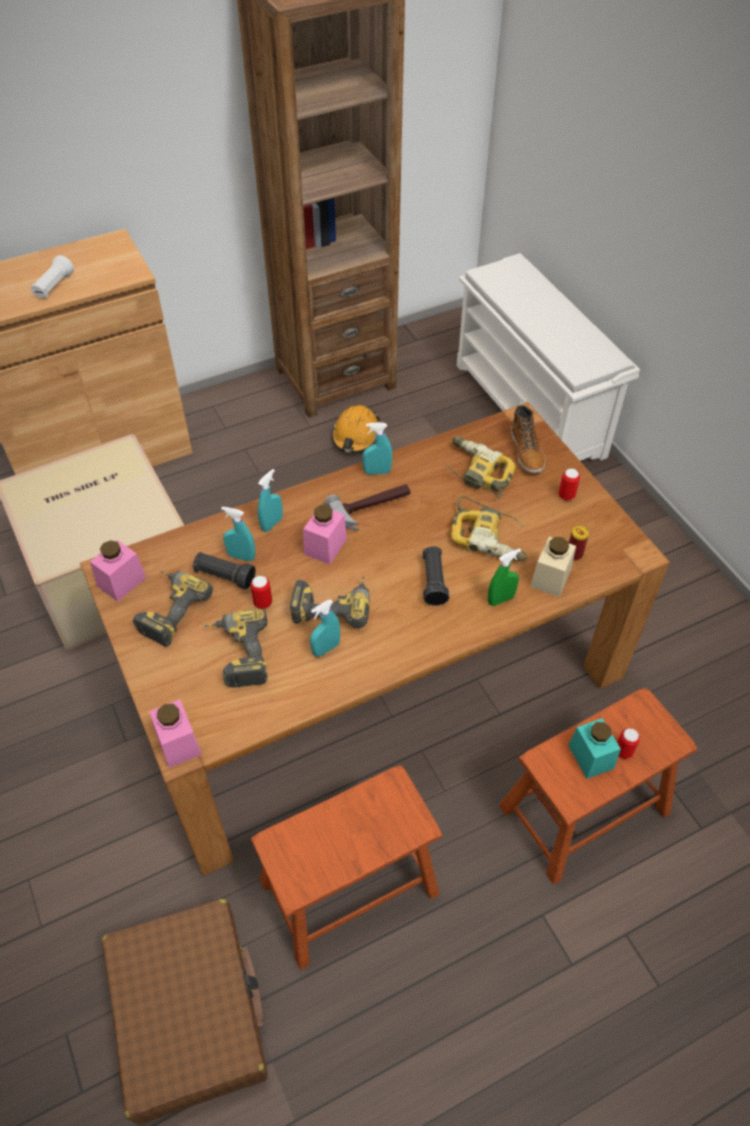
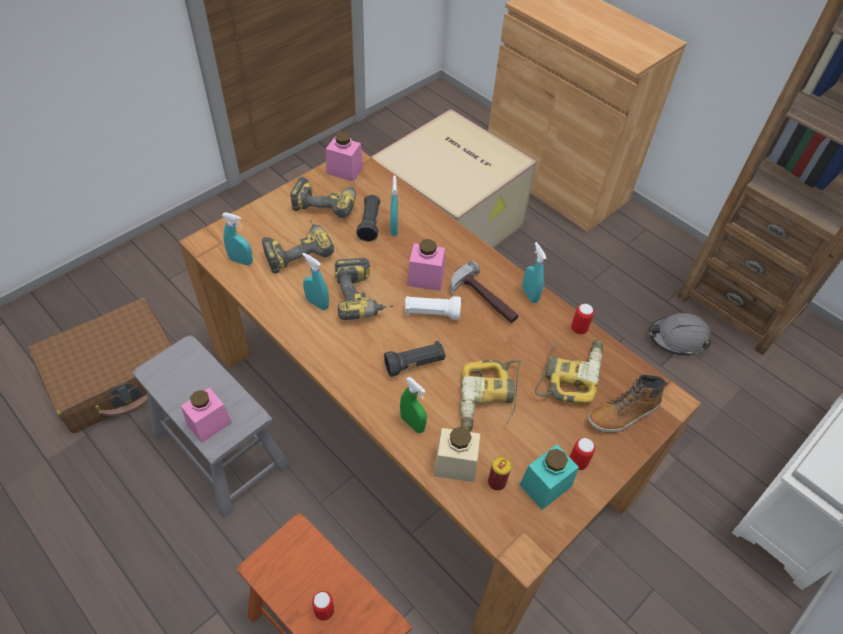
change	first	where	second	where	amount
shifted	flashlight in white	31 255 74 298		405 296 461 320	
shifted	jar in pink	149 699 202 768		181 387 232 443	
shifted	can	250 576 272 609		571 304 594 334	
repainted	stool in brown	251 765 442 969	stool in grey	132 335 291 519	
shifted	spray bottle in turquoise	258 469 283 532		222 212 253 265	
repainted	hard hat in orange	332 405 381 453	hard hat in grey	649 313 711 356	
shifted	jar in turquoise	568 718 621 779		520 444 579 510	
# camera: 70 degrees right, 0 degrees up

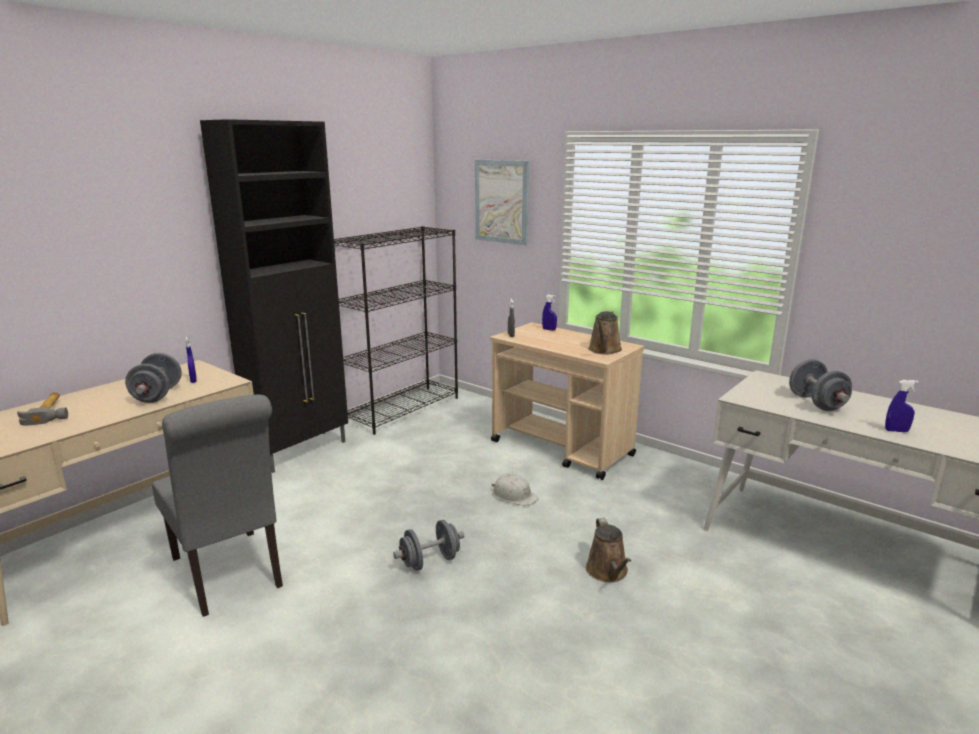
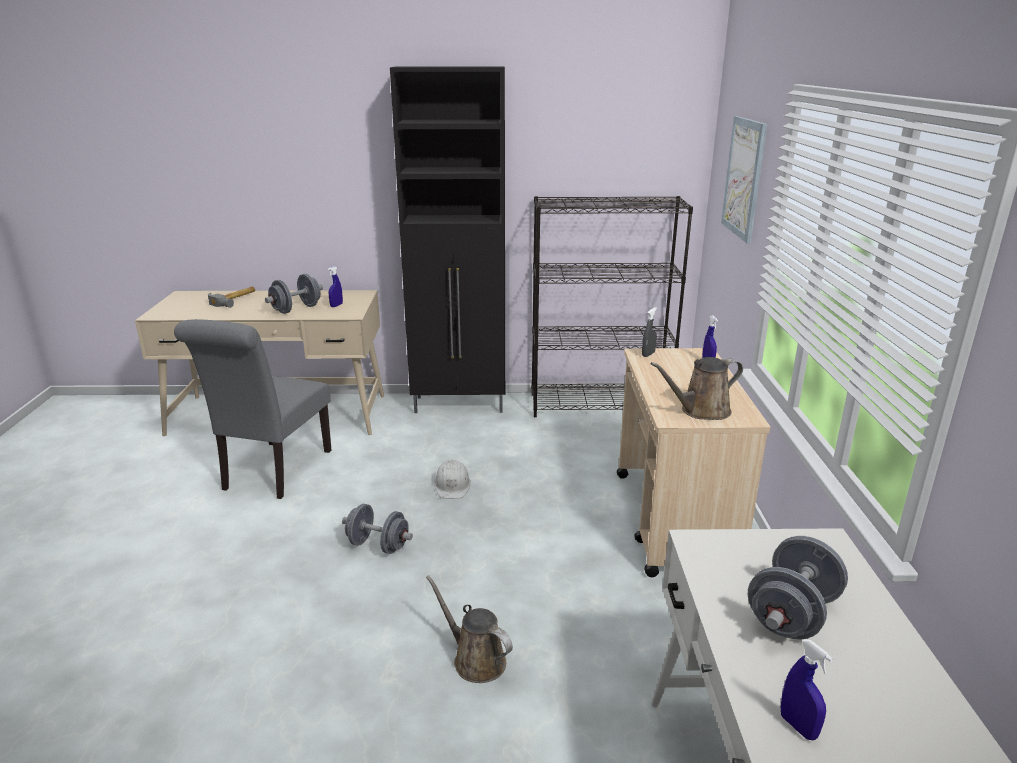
change	first	where	second	where	amount
shifted	hard hat in white	491 473 539 506		434 460 471 499	
rotated	watering can in brown	586 518 632 582		426 575 513 683	90 degrees clockwise
# camera: 50 degrees right, 5 degrees up

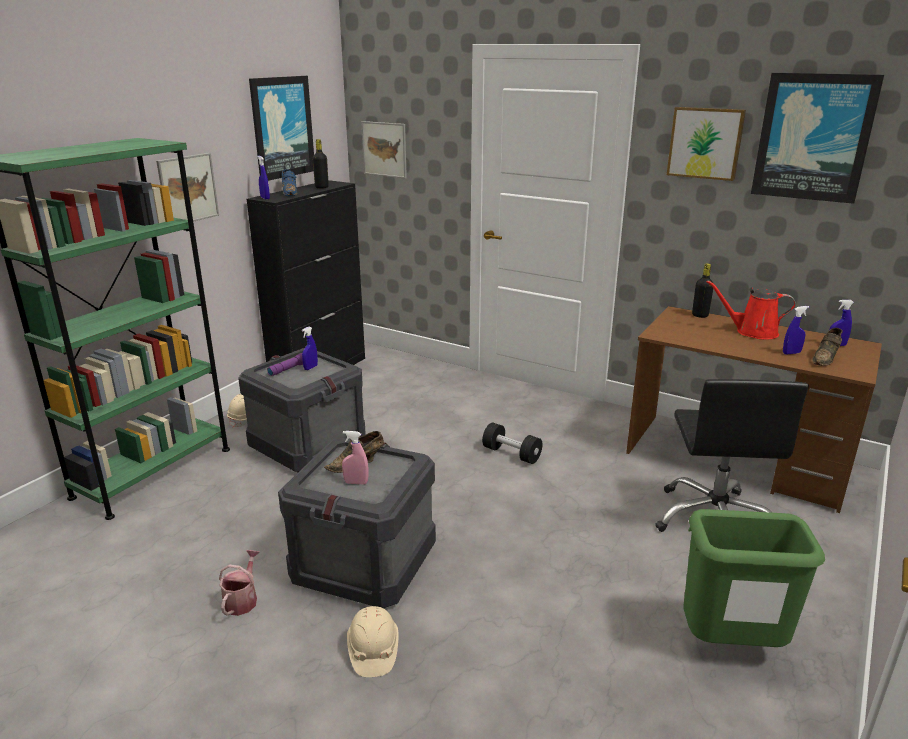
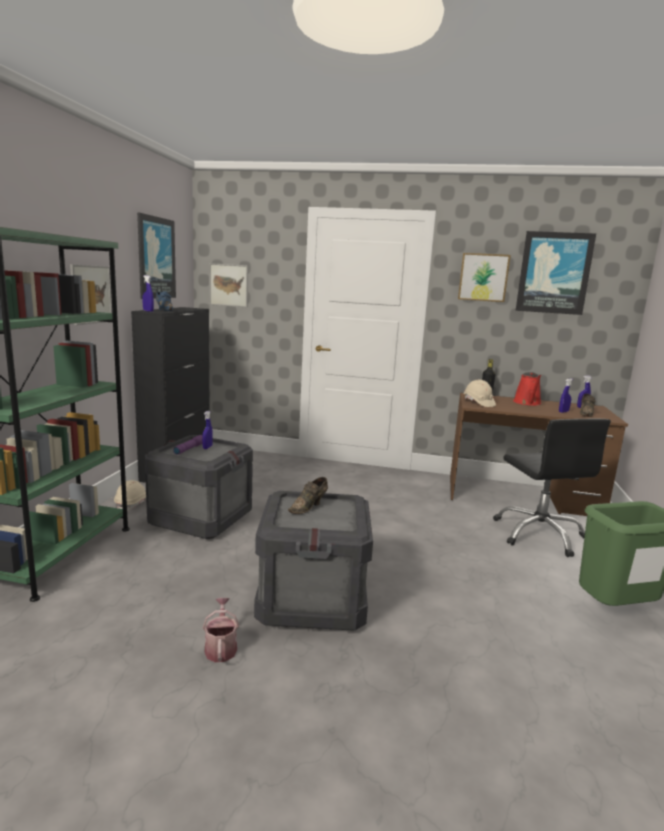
change	first	where	second	where	amount
gone	bottle in black	312 139 329 189			
gone	spray bottle in pink	342 431 369 484			
shifted	hard hat in beige	347 606 399 677		464 380 496 407	
gone	dumbbell in black	482 423 542 464			
rotated	watering can in red	707 280 796 340		513 372 541 406	75 degrees counterclockwise
# camera: 20 degrees left, 10 degrees down

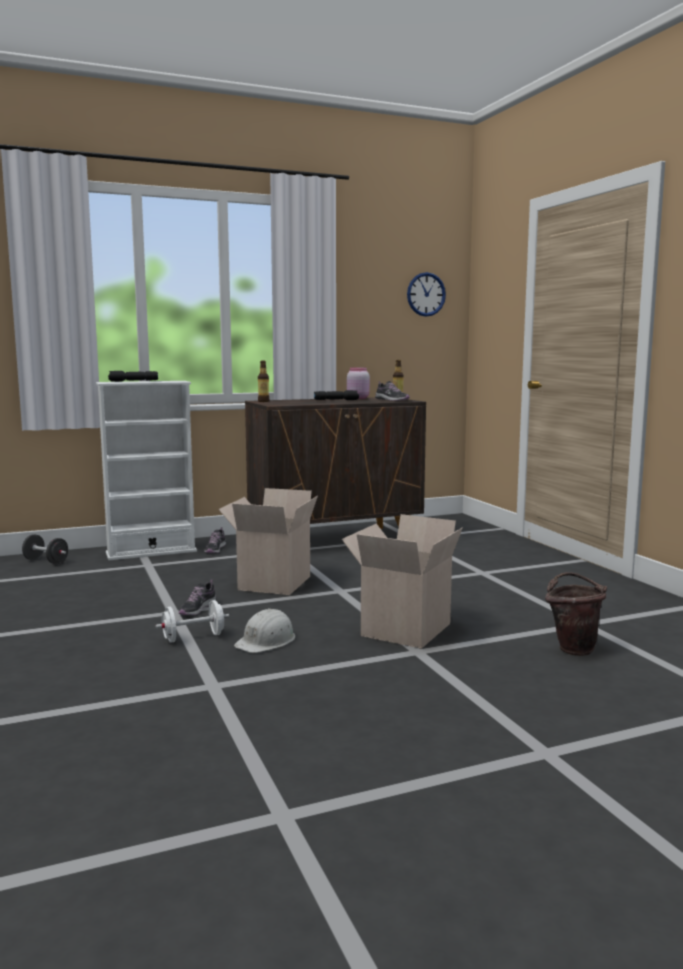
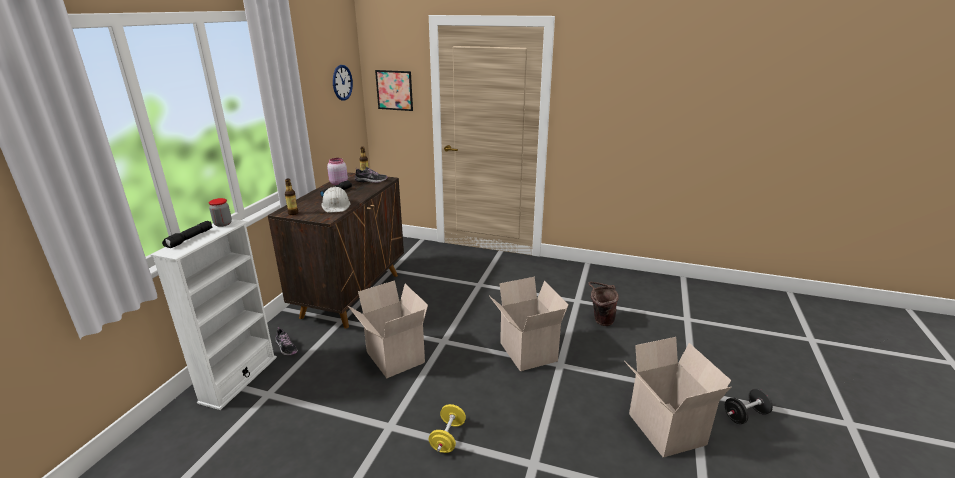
change	first	where	second	where	amount
shifted	dumbbell in black	22 534 68 564		725 388 773 424	
repainted	dumbbell in white	155 600 229 643	dumbbell in yellow	429 404 466 453	
gone	shoe	179 579 217 615			
shifted	hard hat in white	234 608 295 653		321 187 351 213	
new			jar	209 198 232 227	
new			picture	375 70 413 111	
new			cardboard box	624 337 732 457	
# camera: 50 degrees left, 15 degrees up

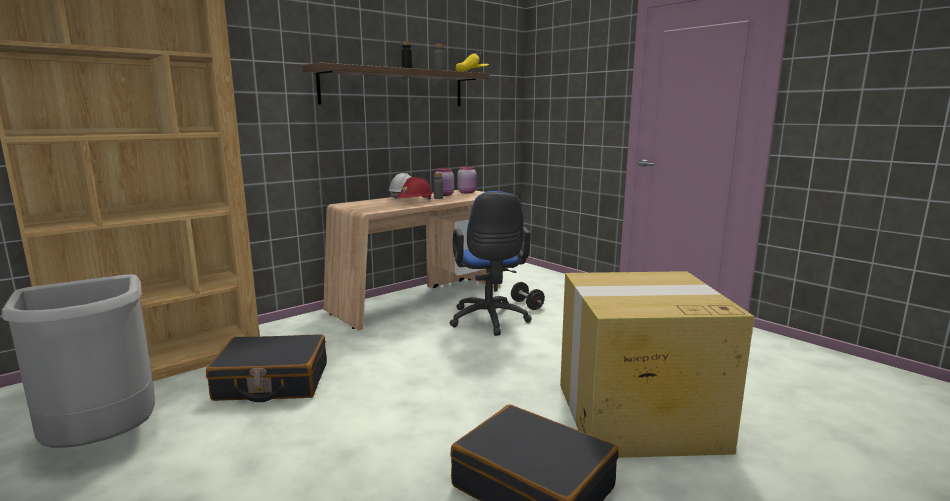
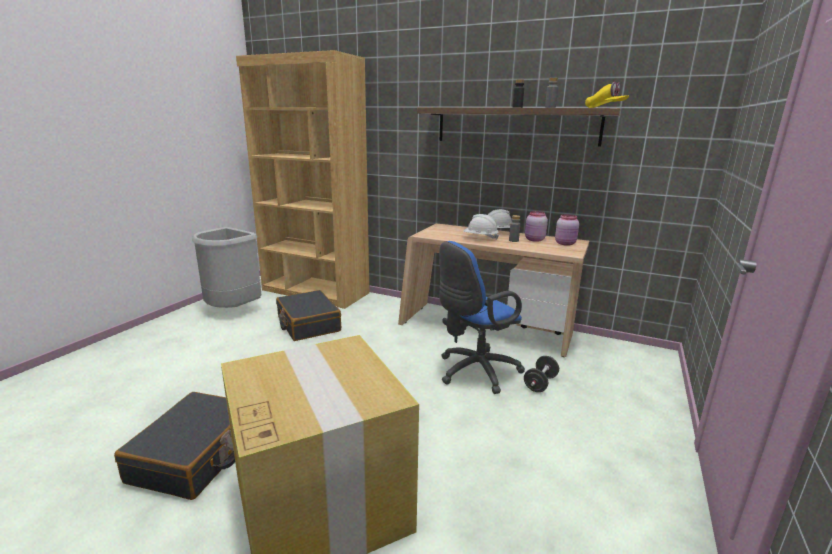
change	first	where	second	where	amount
repainted	hard hat in red	397 177 433 201	hard hat in white	463 214 499 240	
# camera: 65 degrees right, 5 degrees up

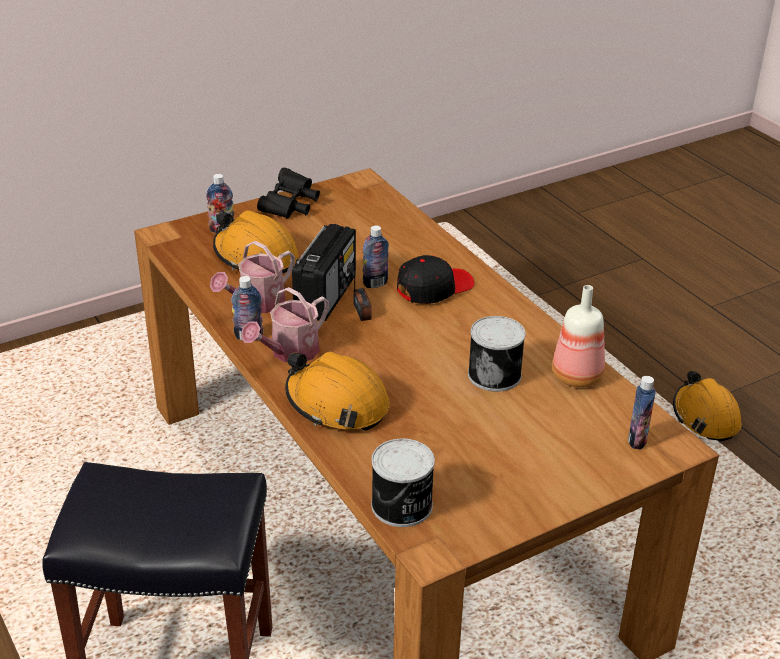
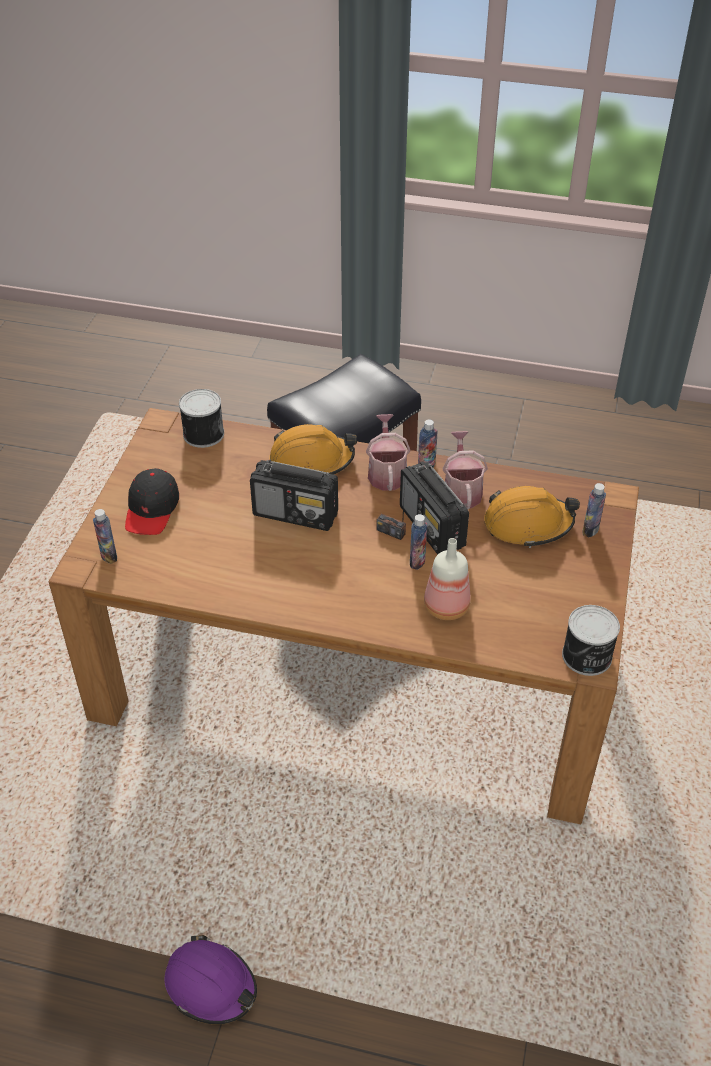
change	first	where	second	where	amount
gone	binoculars in black	257 168 320 219			
shifted	cap in black	397 255 474 304		125 468 179 535	
shifted	can	468 316 526 392		562 605 620 676	
shifted	bottle	552 285 605 387		424 538 471 620	
repainted	hard hat in orange	673 371 742 441	hard hat in purple	165 935 257 1024	
new			radio	250 460 338 531	
# camera: 135 degrees right, 10 degrees up

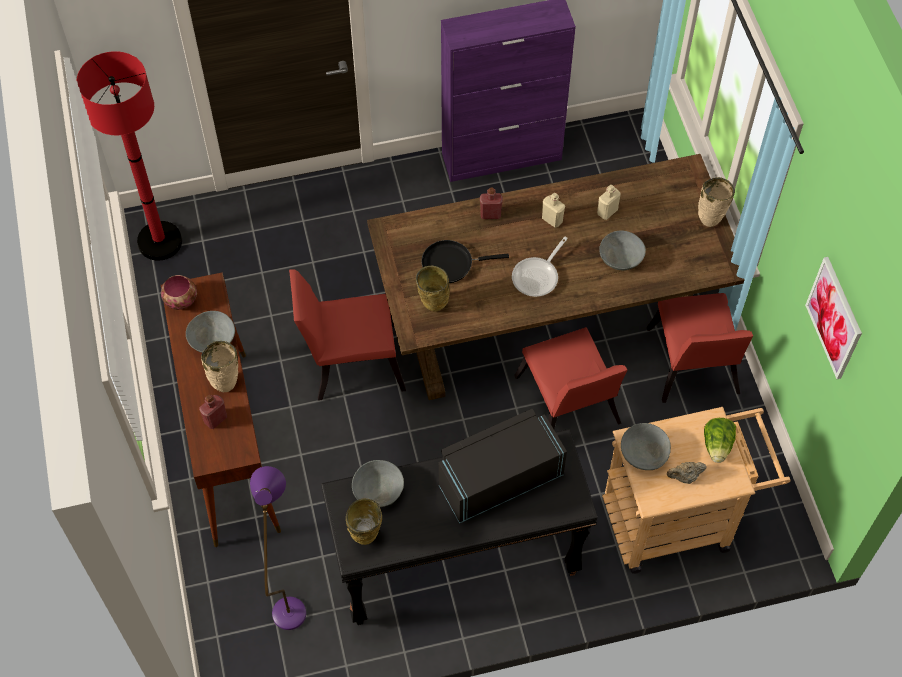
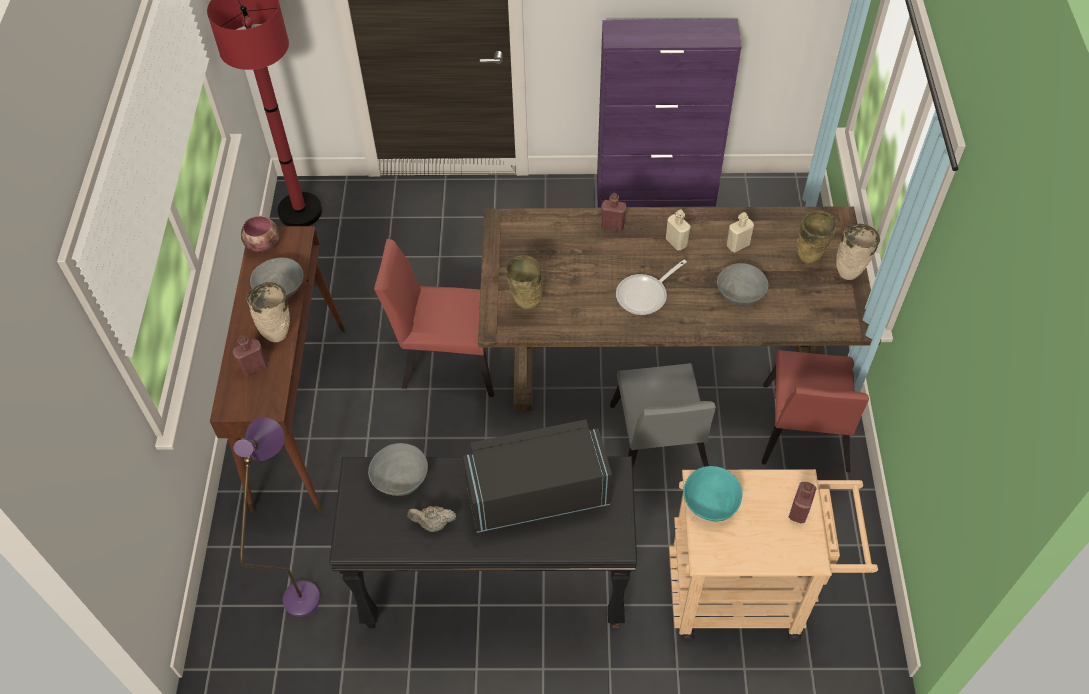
change	first	where	second	where	amount
shifted	vase in beige	346 498 382 545		797 210 836 264	
gone	frying pan in black	421 240 509 283			
repainted	chair in red	514 327 627 429	chair in grey	610 363 716 467	
repainted	bowl in grey	621 423 671 470	bowl in turquoise	684 466 743 522	
shifted	teapot in beige	667 462 707 484		407 506 456 532	
swapped	lettuce	704 418 736 463	bottle in red	789 482 817 523	
gone	picture	805 257 862 379			
# camera: 15 degrees right, 5 degrees down

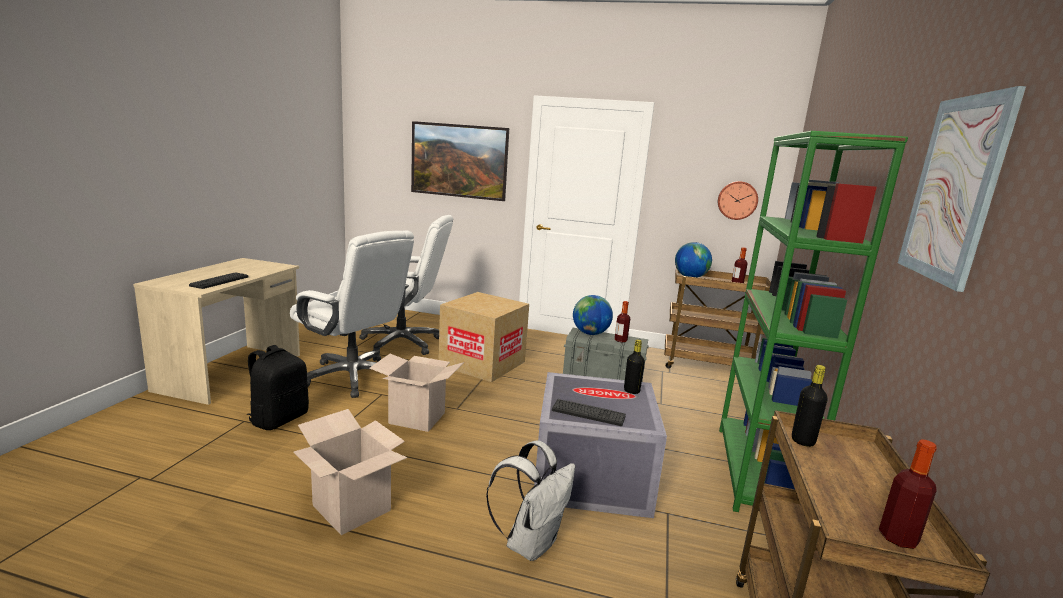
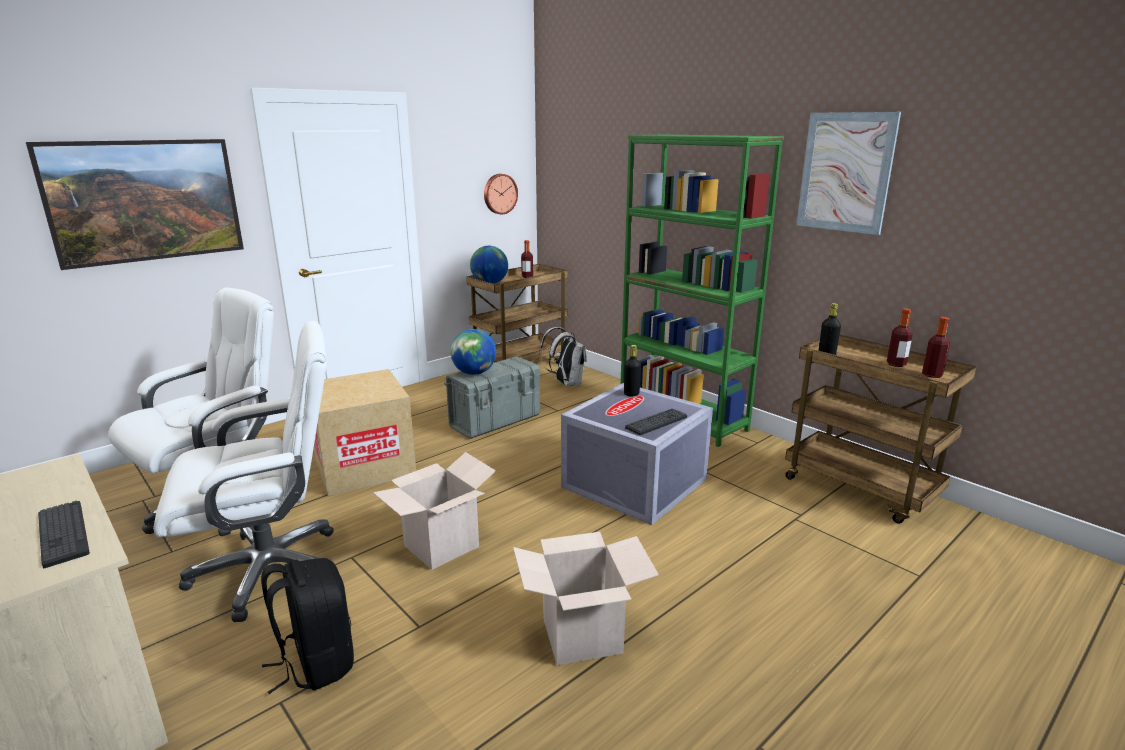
change	first	where	second	where	amount
shifted	backpack in white	486 440 575 561		540 327 587 386	
shifted	bottle	615 301 630 342		887 308 913 367	
# camera: 55 degrees left, 5 degrees up

